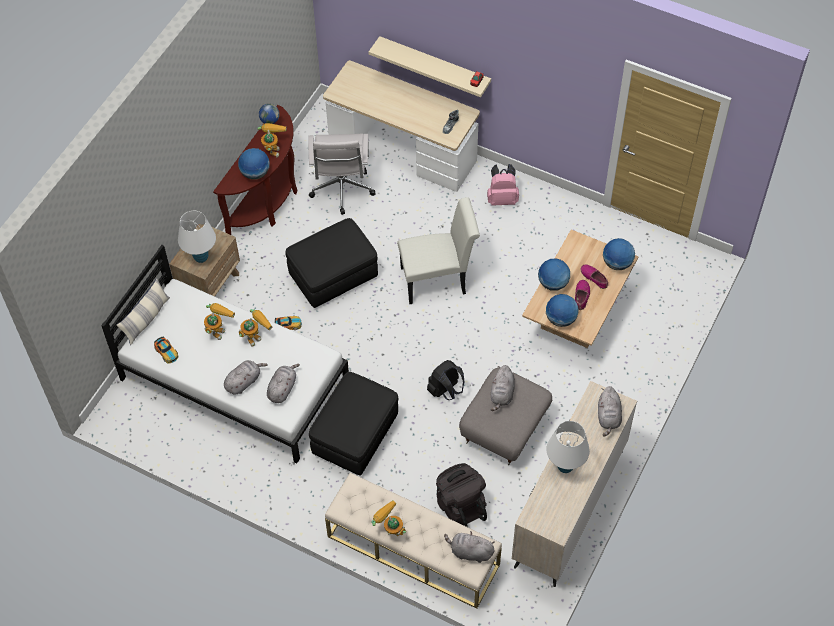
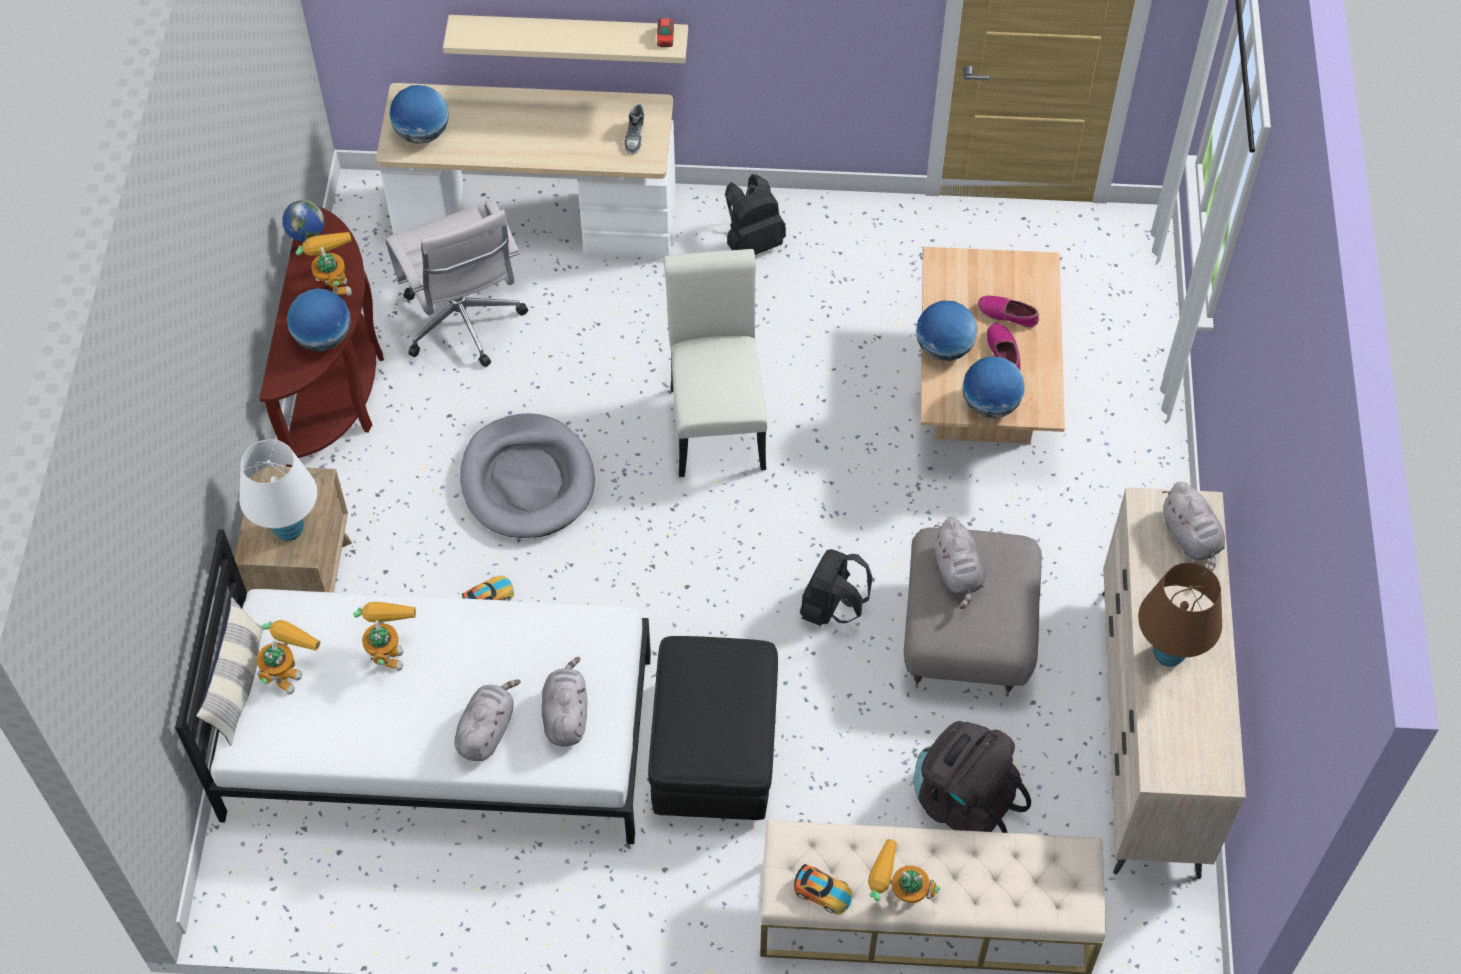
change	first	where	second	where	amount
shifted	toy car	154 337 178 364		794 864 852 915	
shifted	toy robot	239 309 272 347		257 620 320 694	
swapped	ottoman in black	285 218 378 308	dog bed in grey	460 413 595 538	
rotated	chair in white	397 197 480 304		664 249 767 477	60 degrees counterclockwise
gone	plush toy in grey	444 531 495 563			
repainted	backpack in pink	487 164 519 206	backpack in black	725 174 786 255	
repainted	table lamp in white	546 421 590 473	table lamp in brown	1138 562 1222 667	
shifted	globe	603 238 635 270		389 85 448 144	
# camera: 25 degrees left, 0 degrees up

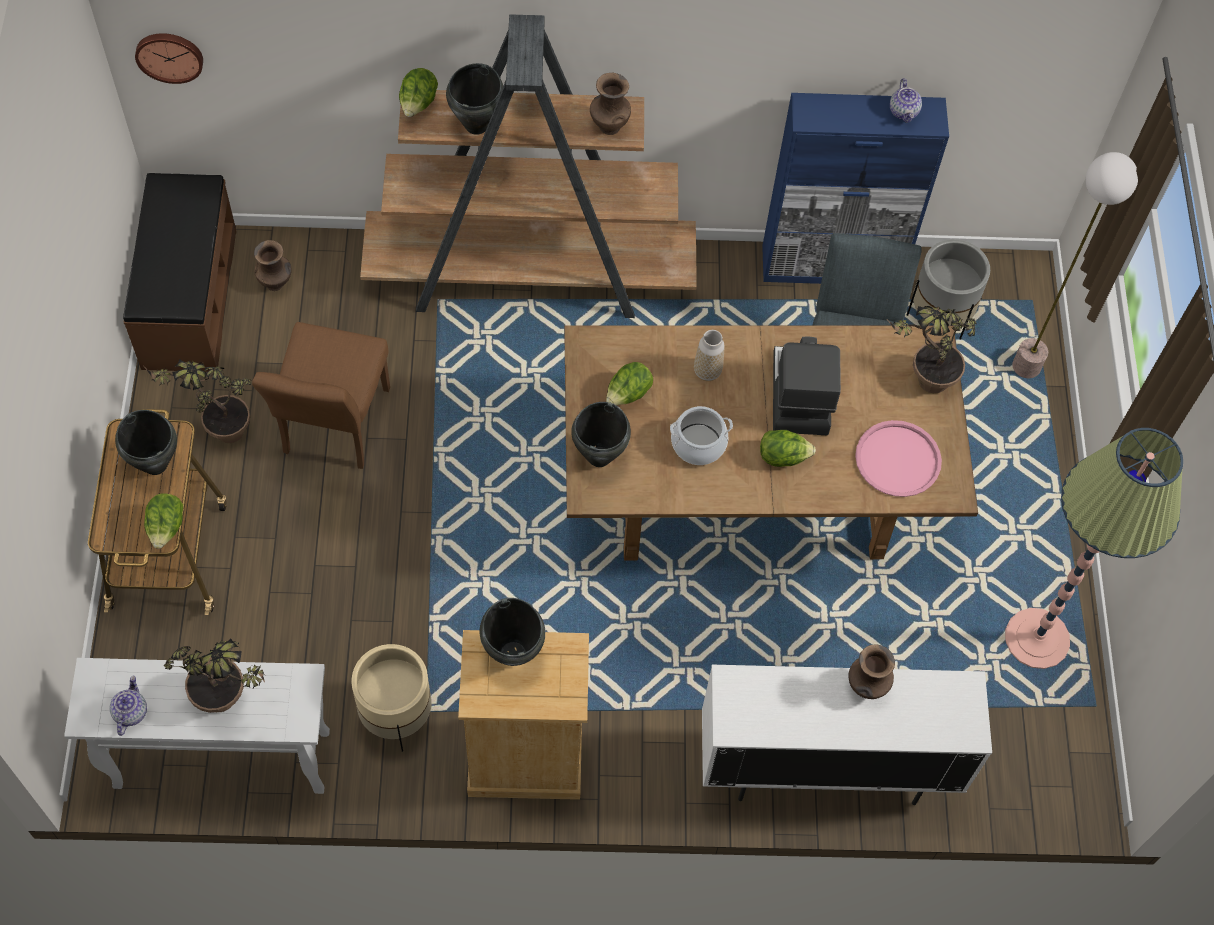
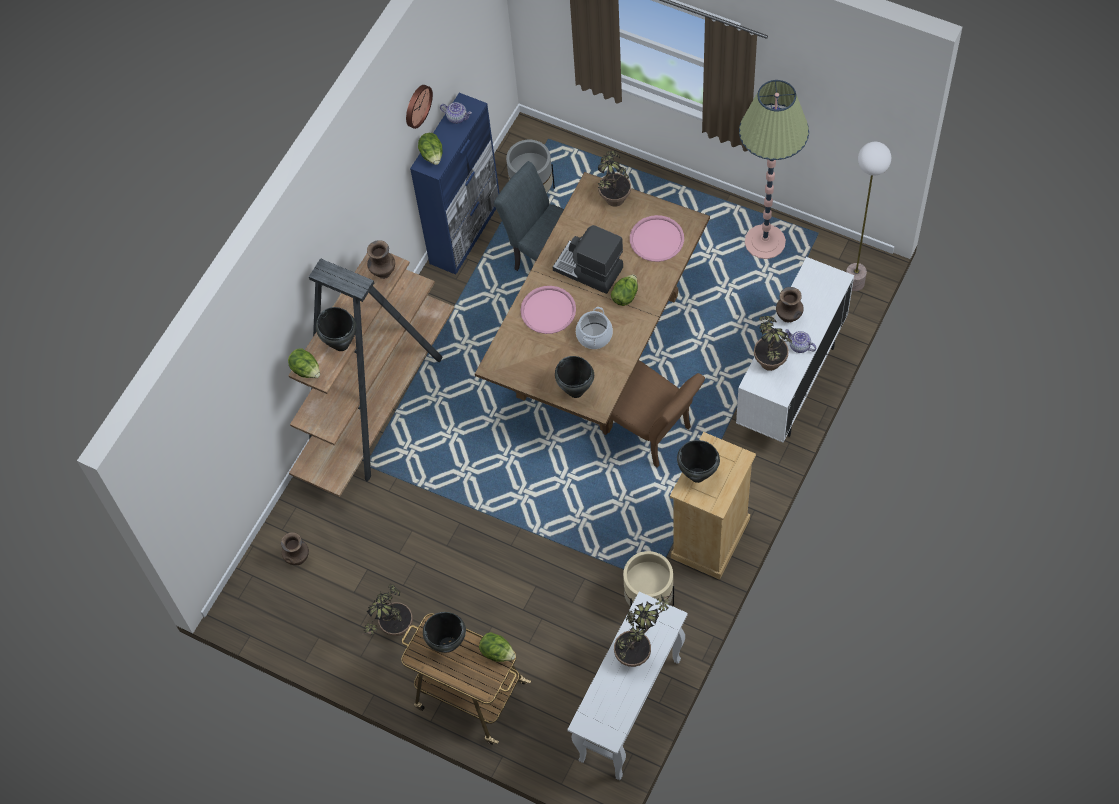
change	first	where	second	where	amount
shifted	teapot	109 676 147 736		785 329 816 353	
gone	bench in brown	123 173 237 372			
shifted	wall clock	135 33 203 84		406 85 433 129	
shifted	chair in brown	252 322 390 469		602 361 705 467	
shifted	lettuce	606 362 653 405		418 133 443 165	
swapped	vase	694 330 725 381	tray in pink	520 286 576 334	
shifted	floor lamp	1012 152 1138 378		846 142 891 291	
new			potted plant	754 316 792 371	
# camera: 55 degrees left, 0 degrees up

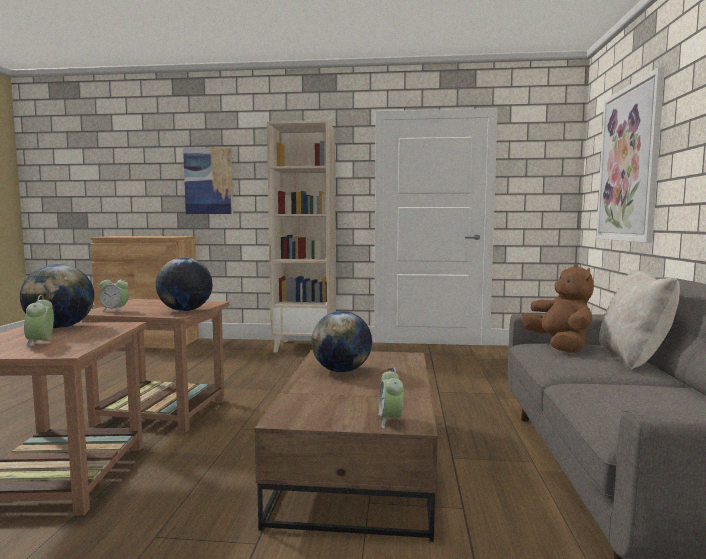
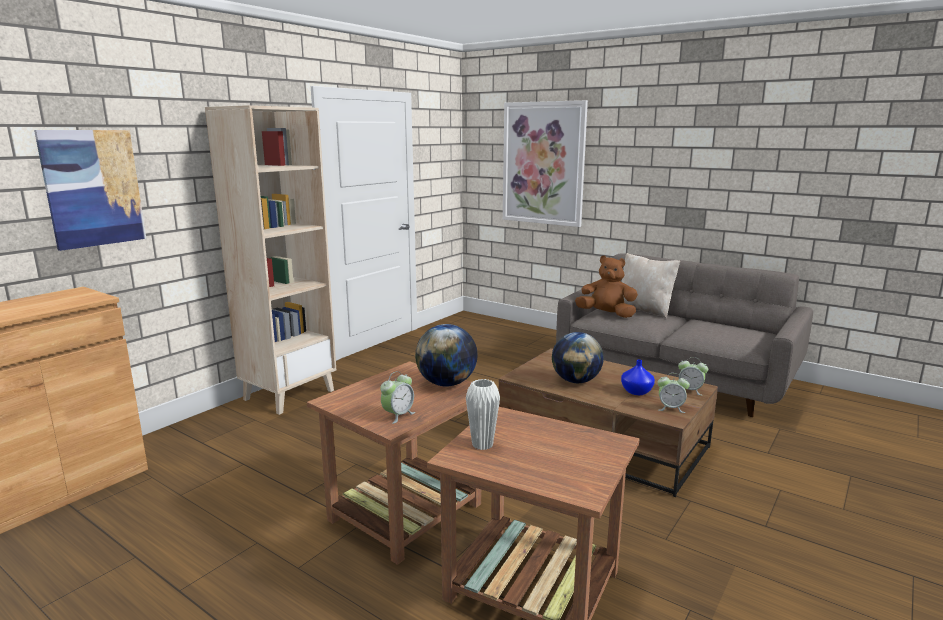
change	first	where	second	where	amount
swapped	globe	20 264 95 328	vase in white	466 379 500 450	
shifted	alarm clock	24 295 54 348		658 373 690 413	
new			vase in blue	621 360 655 395	
# camera: 60 degrees left, 10 degrees up

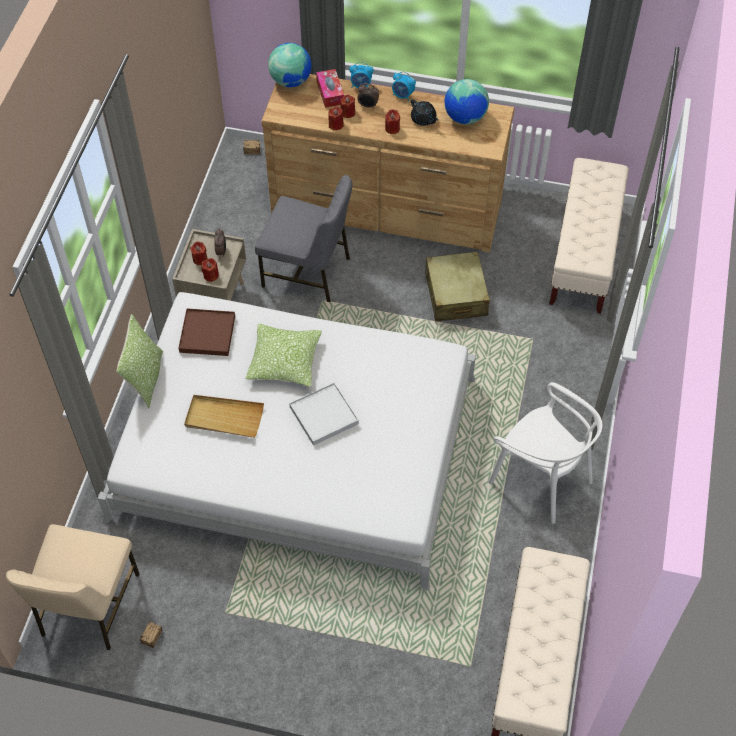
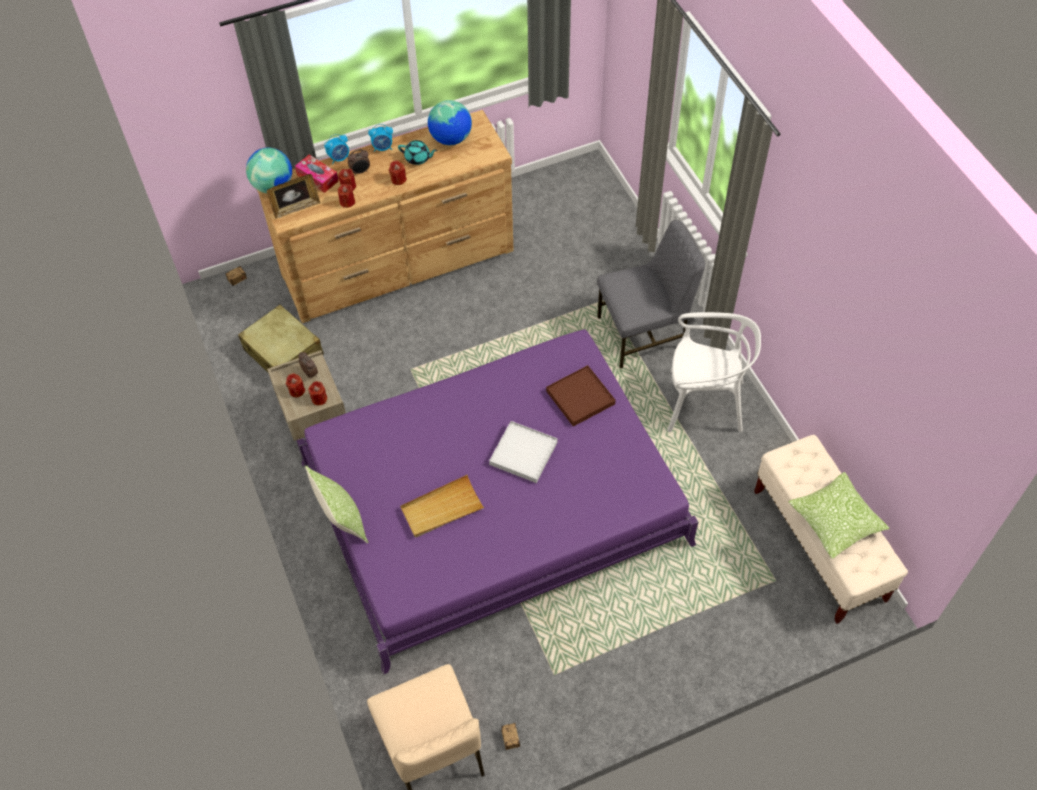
change	first	where	second	where	amount
repainted	bed in white	98 292 476 591	bed in purple	297 329 698 674	
shifted	tray in brown	178 309 235 356		546 365 616 427	
shifted	pillow	246 324 322 387		788 472 890 559	
shifted	chair in grey	255 175 353 302		597 220 705 369	
repainted	teapot in black	411 99 439 126	teapot in turquoise	398 140 437 165	
shifted	suitcase in beige	425 251 490 322		238 305 324 372	
gone	bench in beige	549 158 629 314			
new			picture frame	267 174 320 219	
# camera: 35 degrees left, 0 degrees up

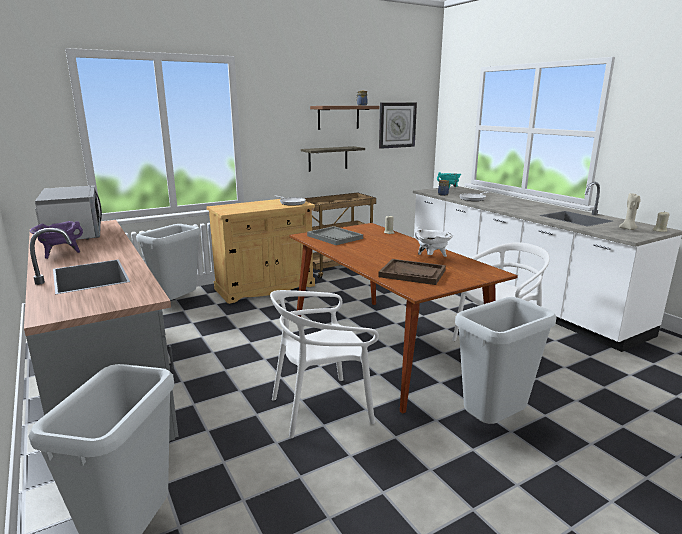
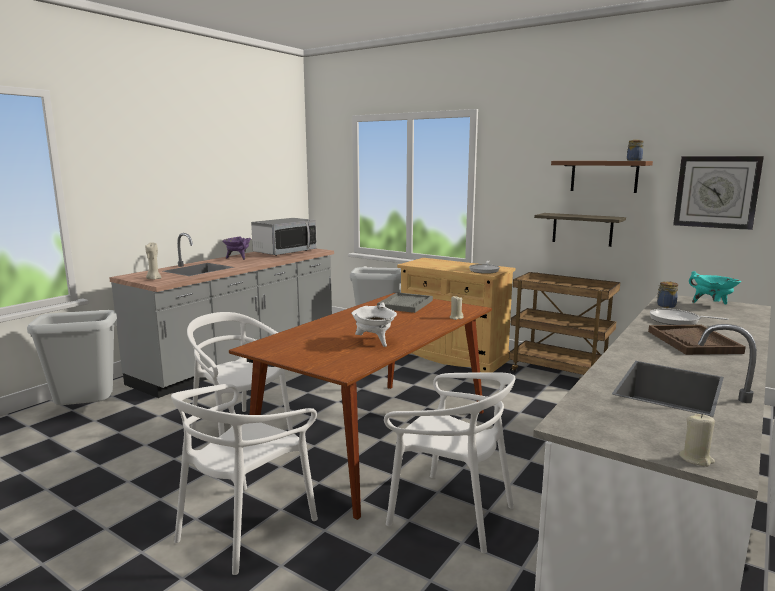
change	first	where	second	where	amount
shifted	tray in brown	378 259 446 285		648 325 746 355	
swapped	trash can in grey	455 297 557 424	chair in white	171 384 318 575	
shifted	candle in beige	619 193 640 230		145 242 162 280	
# camera: 65 degrees right, 5 degrees down

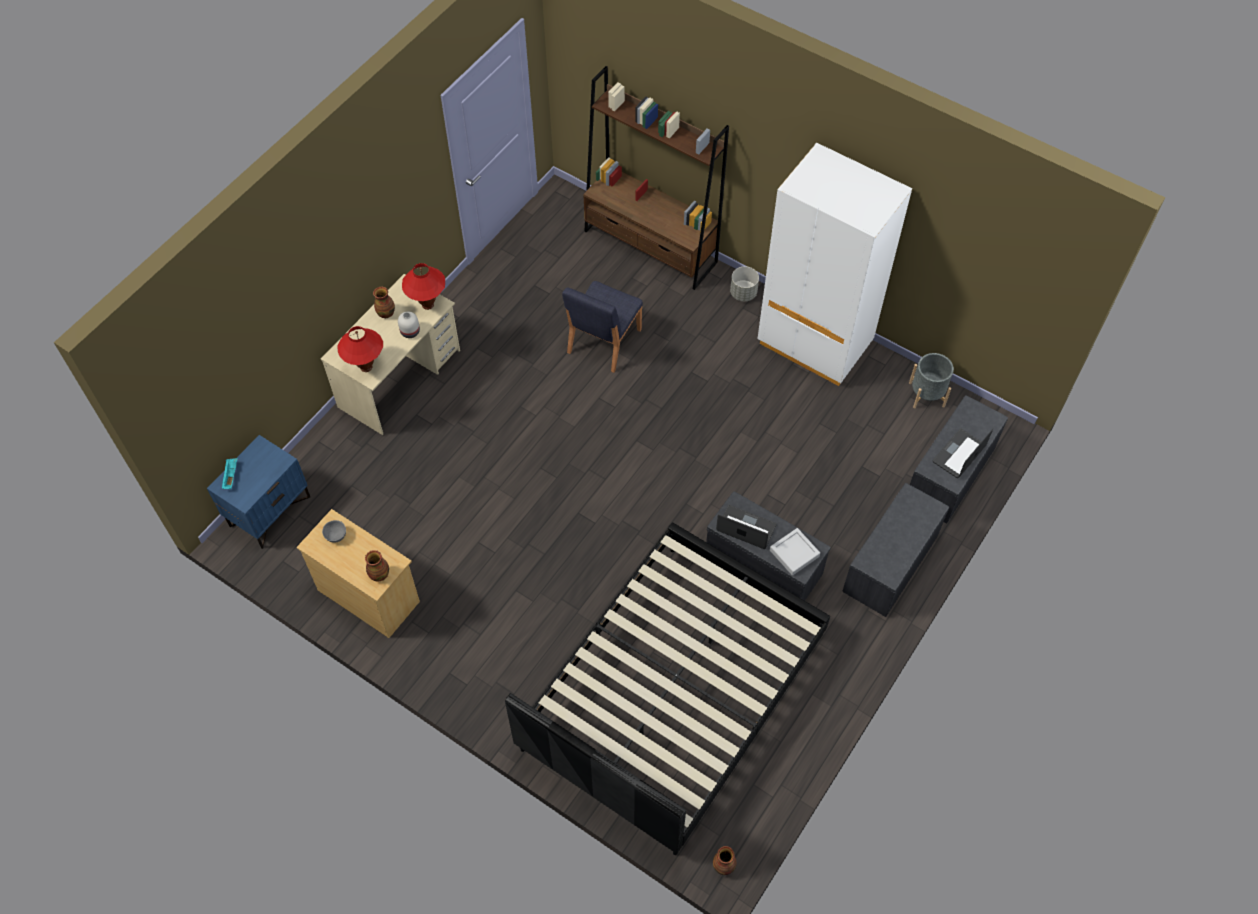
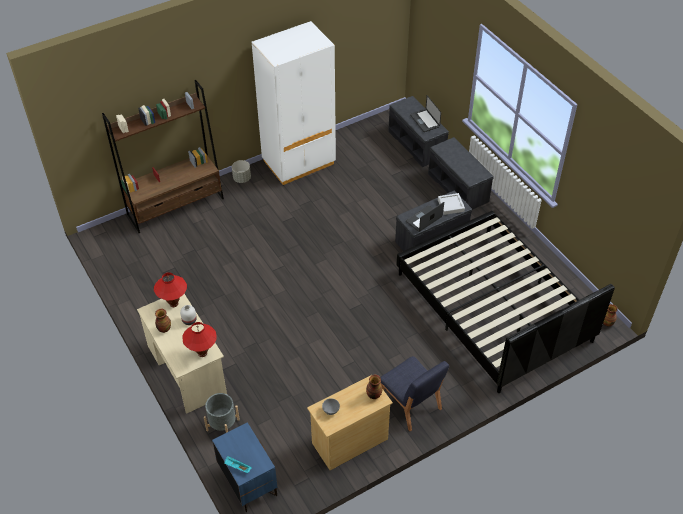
change	first	where	second	where	amount
shifted	chair in blue	562 281 643 373		380 356 449 431	
shifted	planter in grey	909 353 954 408		204 393 240 433	
# camera: 65 degrees left, 10 degrees down

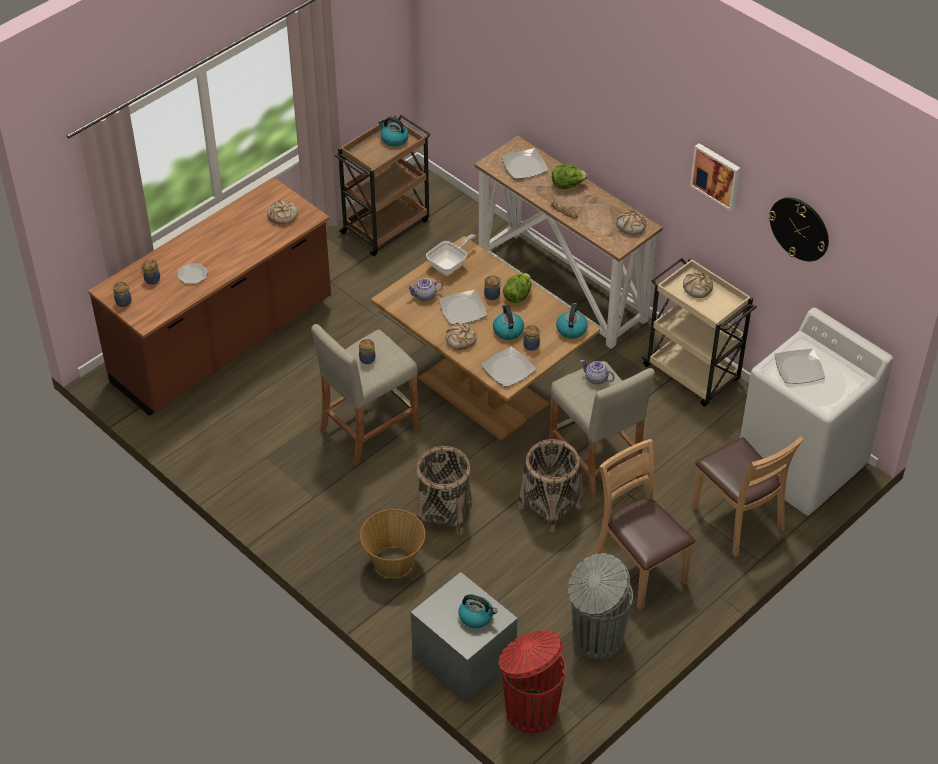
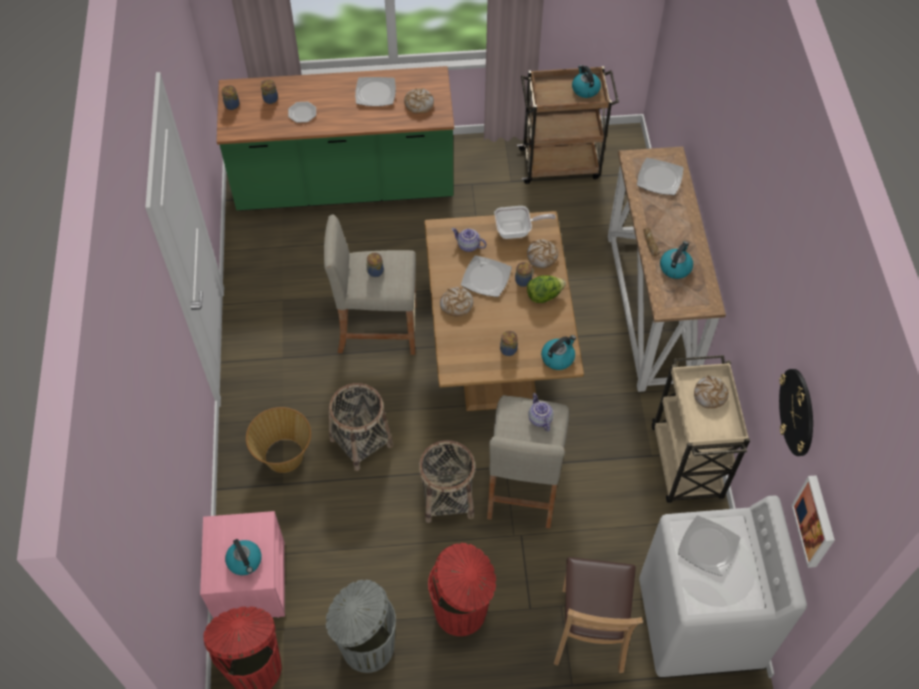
change	first	where	second	where	amount
repainted	counter in brown	88 177 331 416	counter in green	217 66 454 211	
repainted	nightstand in grey	411 572 518 704	nightstand in pink	200 511 285 619	
shifted	plate	481 347 536 387		355 77 396 106	
shifted	kettle	493 304 524 340		660 242 693 279	
gone	lettuce	552 164 588 189			
swapped	chair in brown	594 439 695 609	trash can in red	428 543 496 636	
shifted	bread	617 211 646 235		527 240 558 268	
shifted	picture	690 143 741 211		792 475 835 568	
# camera: 40 degrees right, 10 degrees up

